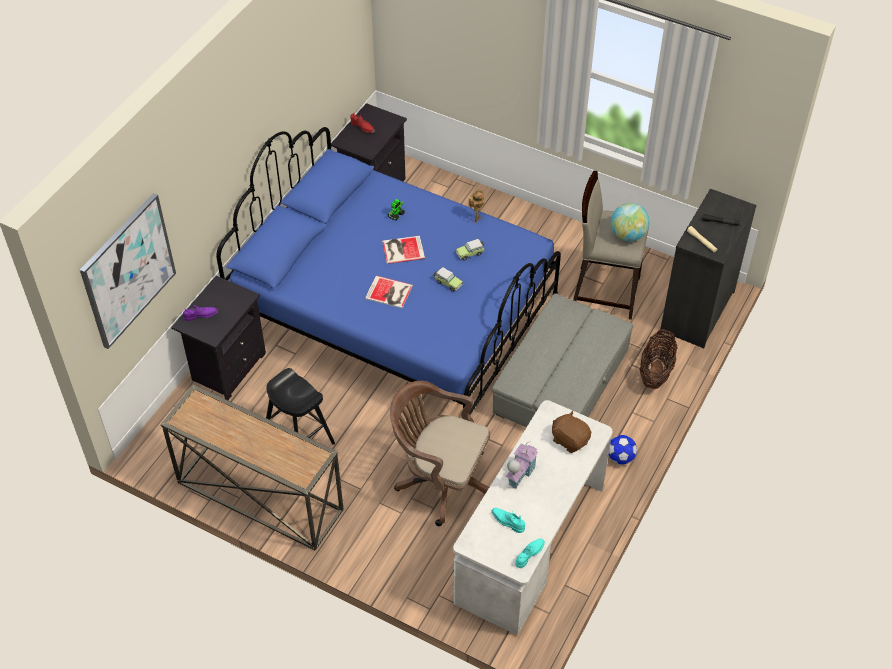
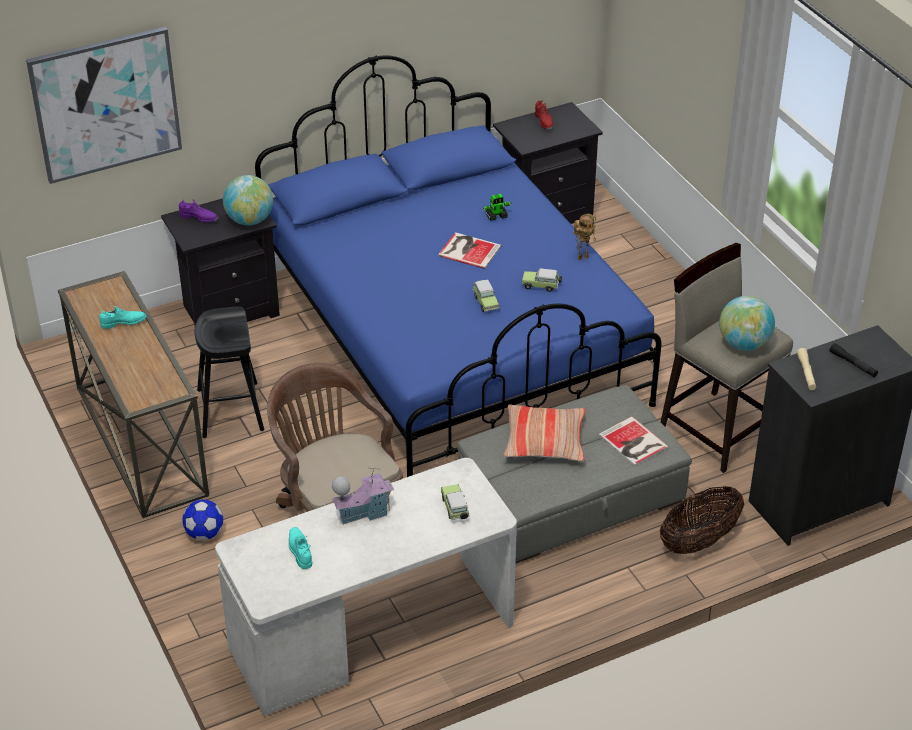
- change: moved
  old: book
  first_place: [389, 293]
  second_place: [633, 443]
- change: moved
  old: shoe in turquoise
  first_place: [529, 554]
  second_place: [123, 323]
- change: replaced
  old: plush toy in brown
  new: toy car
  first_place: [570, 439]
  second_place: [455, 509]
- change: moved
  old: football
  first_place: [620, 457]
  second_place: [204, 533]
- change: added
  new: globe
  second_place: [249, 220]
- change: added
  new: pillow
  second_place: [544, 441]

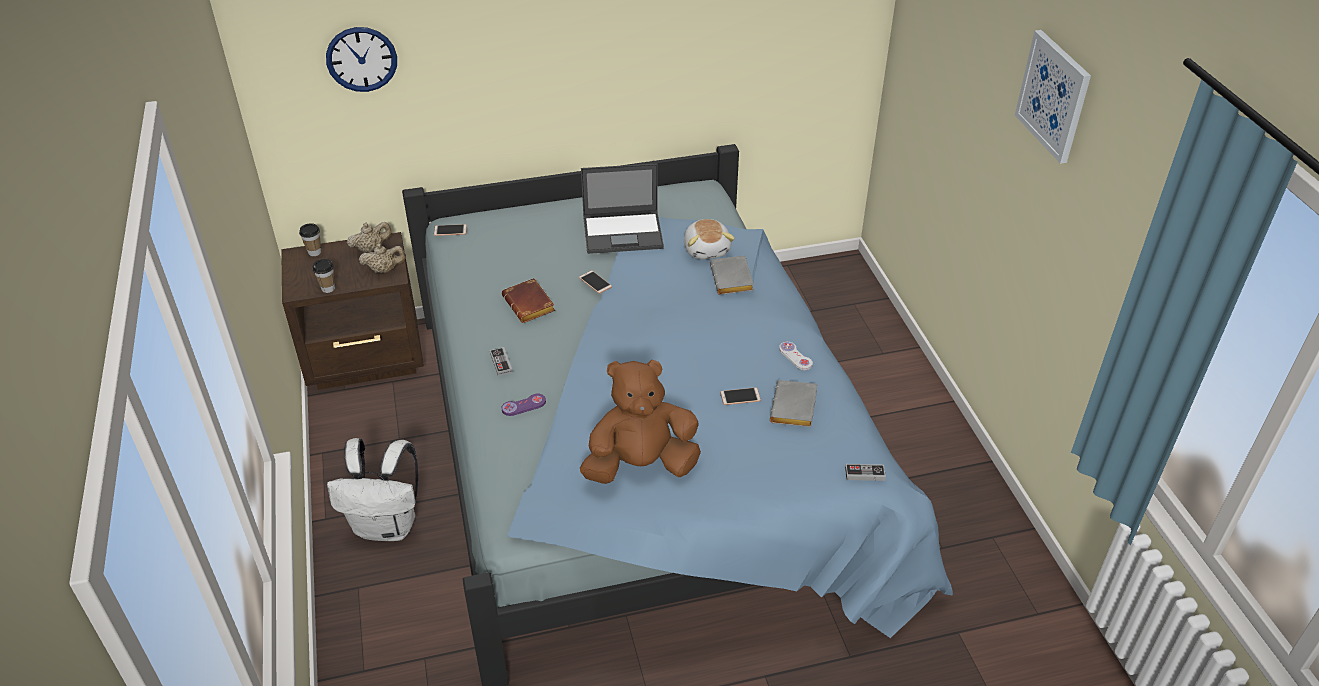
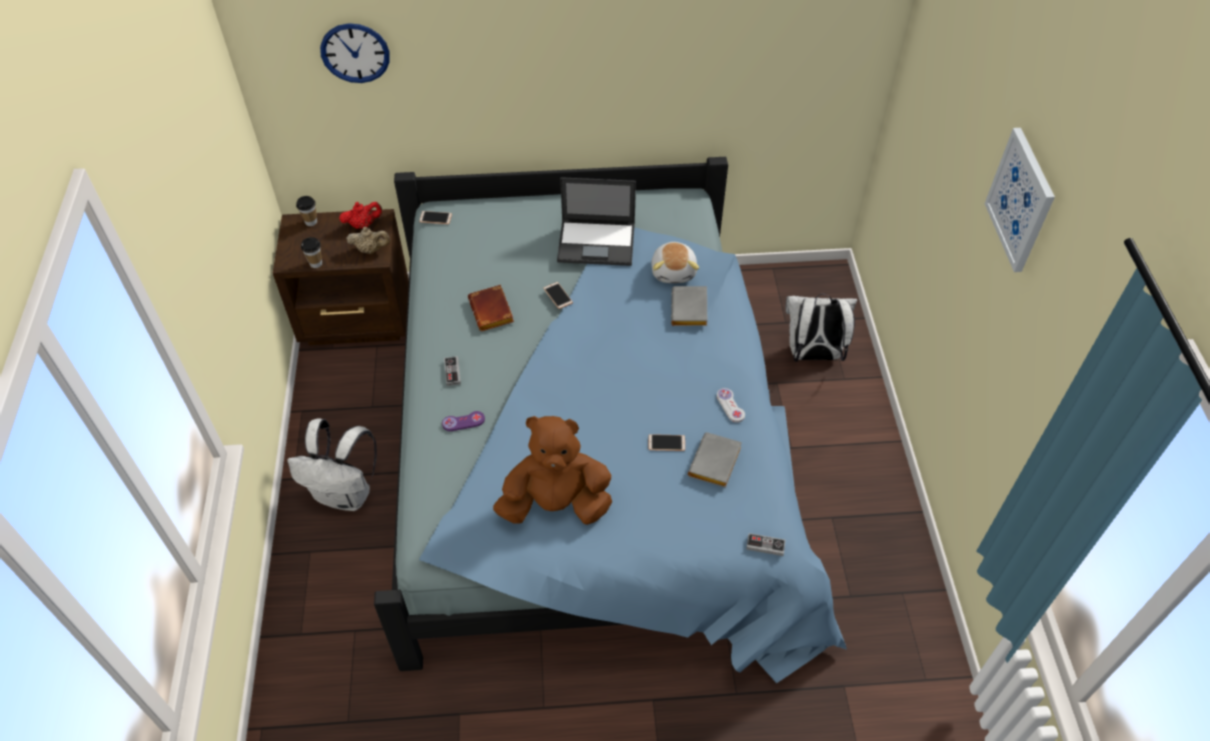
- change: recoloured
  old: teapot in beige
  new: teapot in red
  first_place: [371, 249]
  second_place: [363, 225]
- change: added
  new: backpack in white
  second_place: [812, 355]

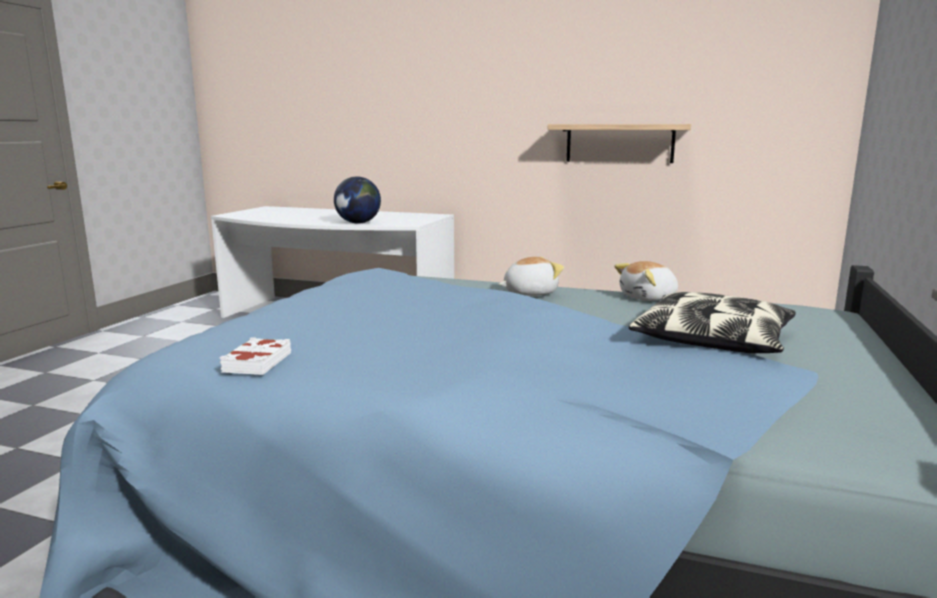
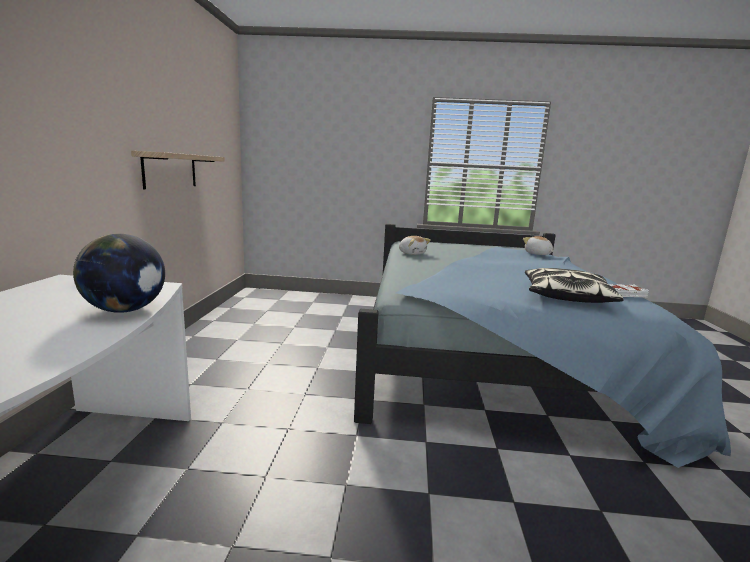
- change: moved
  old: plush toy
  first_place: [529, 293]
  second_place: [537, 254]
- change: moved
  old: pillow
  first_place: [713, 340]
  second_place: [566, 296]

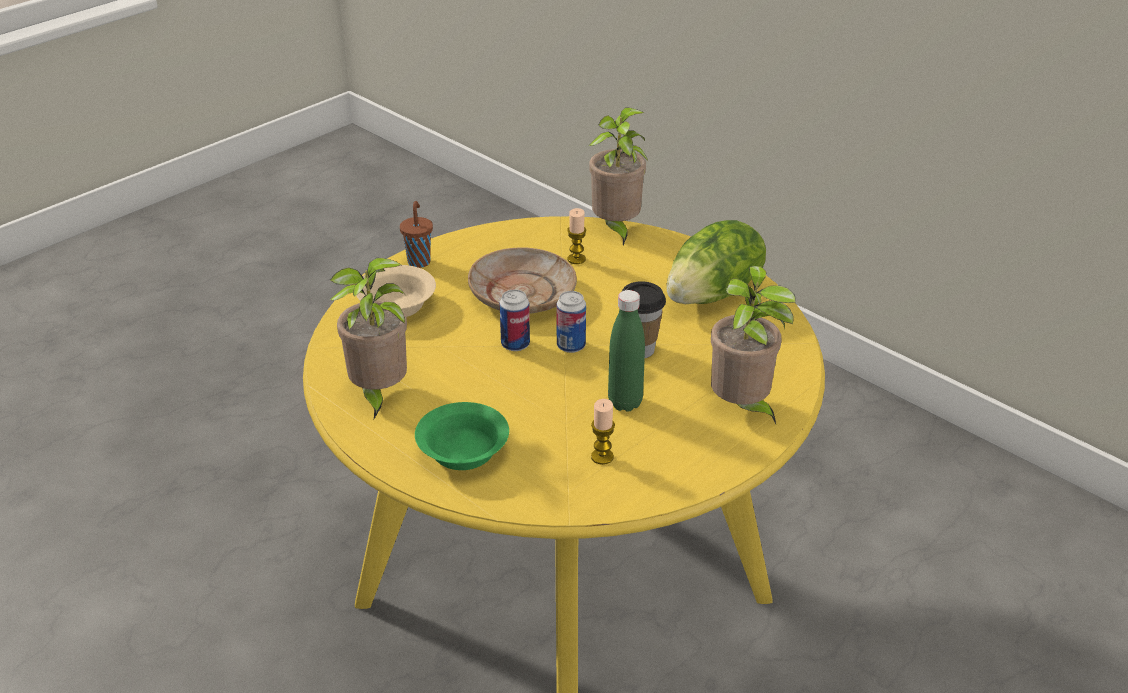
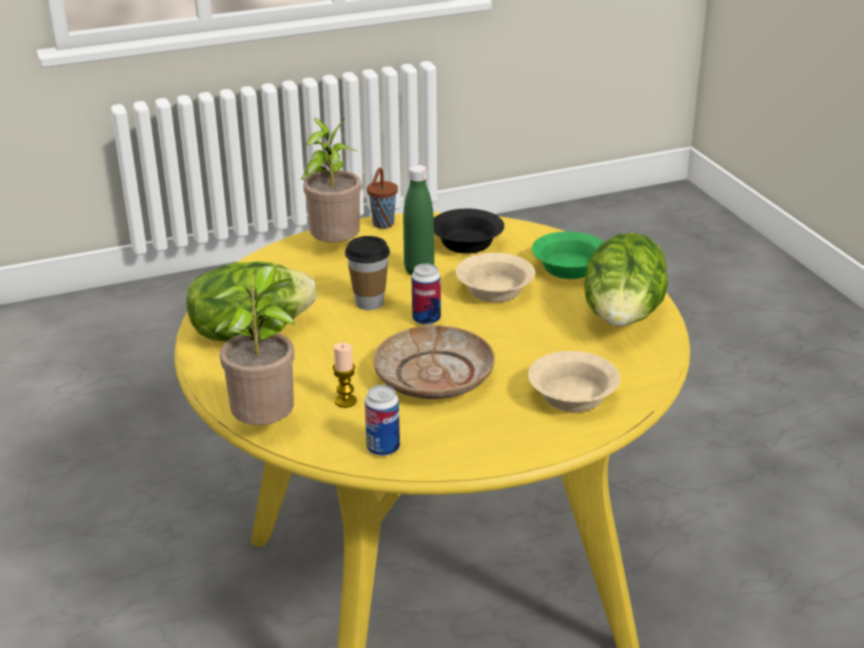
- change: replaced
  old: potted plant
  new: lettuce
  first_place: [378, 395]
  second_place: [622, 321]
- change: moved
  old: cup in brown
  first_place: [419, 261]
  second_place: [382, 225]
- change: moved
  old: can
  first_place: [515, 344]
  second_place: [383, 448]
- change: replaced
  old: candle
  new: bowl in black
  first_place: [602, 457]
  second_place: [466, 244]
- change: added
  new: bowl in beige
  second_place: [495, 292]

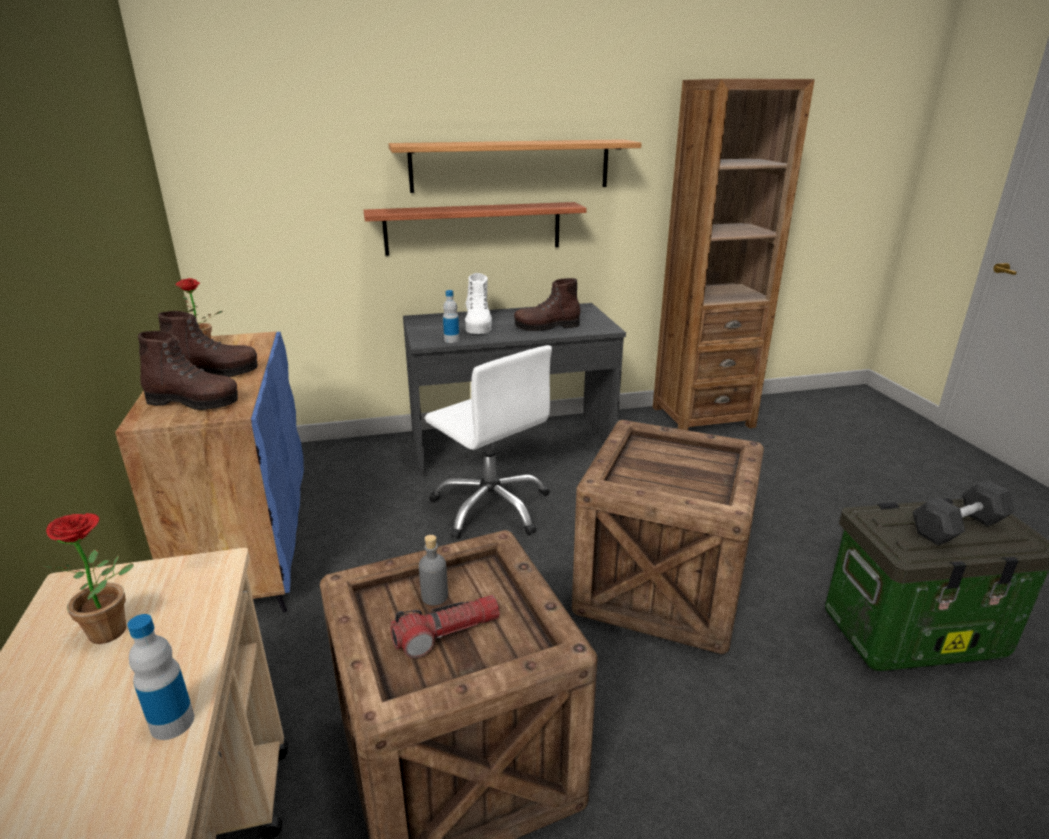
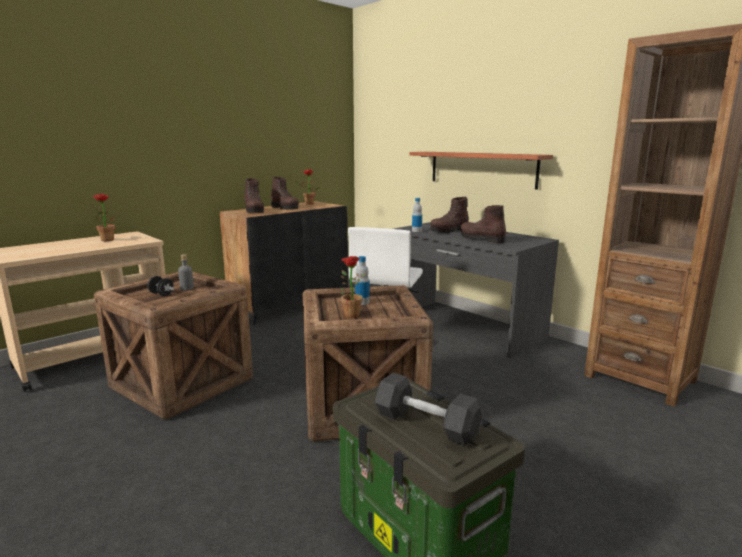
- change: recoloured
  old: cabinet in blue
  new: cabinet in black
  first_place: [250, 547]
  second_place: [290, 305]
- change: moved
  old: bottle
  first_place: [172, 722]
  second_place: [362, 302]
- change: removed
  old: shelf
  first_place: [510, 165]
- change: replaced
  old: flashlight
  new: dumbbell in black
  first_place: [447, 634]
  second_place: [161, 294]
- change: recoloured
  old: boot in white
  new: boot in brown
  first_place: [478, 326]
  second_place: [449, 231]
- change: added
  new: potted plant
  second_place: [349, 314]

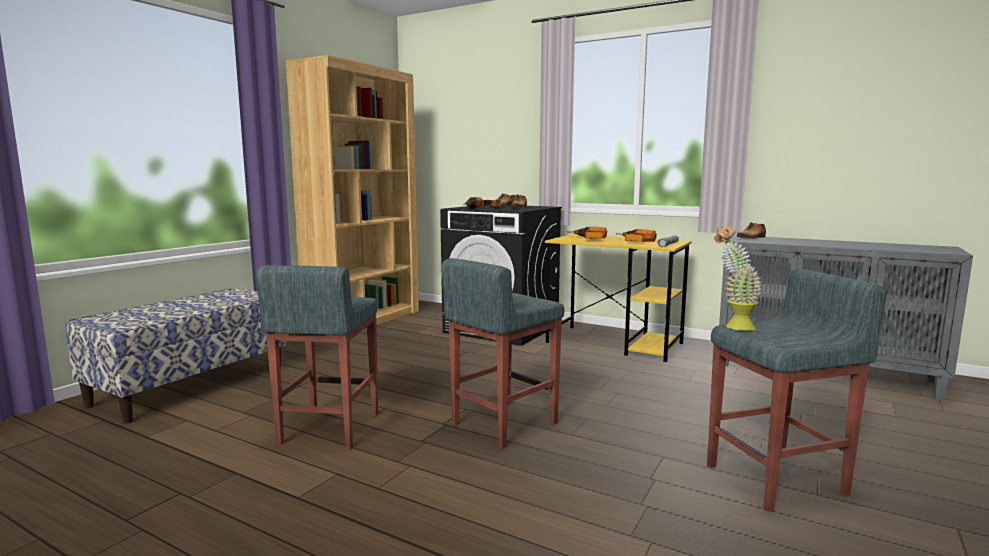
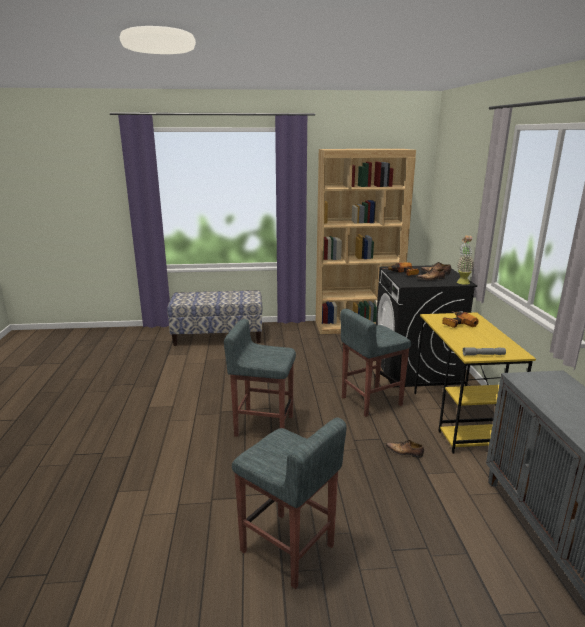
- change: moved
  old: stool in grey
  first_place: [329, 429]
  second_place: [370, 401]
- change: removed
  old: power drill
  first_place: [633, 242]
- change: moved
  old: potted plant
  first_place: [732, 326]
  second_place: [462, 281]
- change: moved
  old: shoe
  first_place: [751, 238]
  second_place: [405, 452]

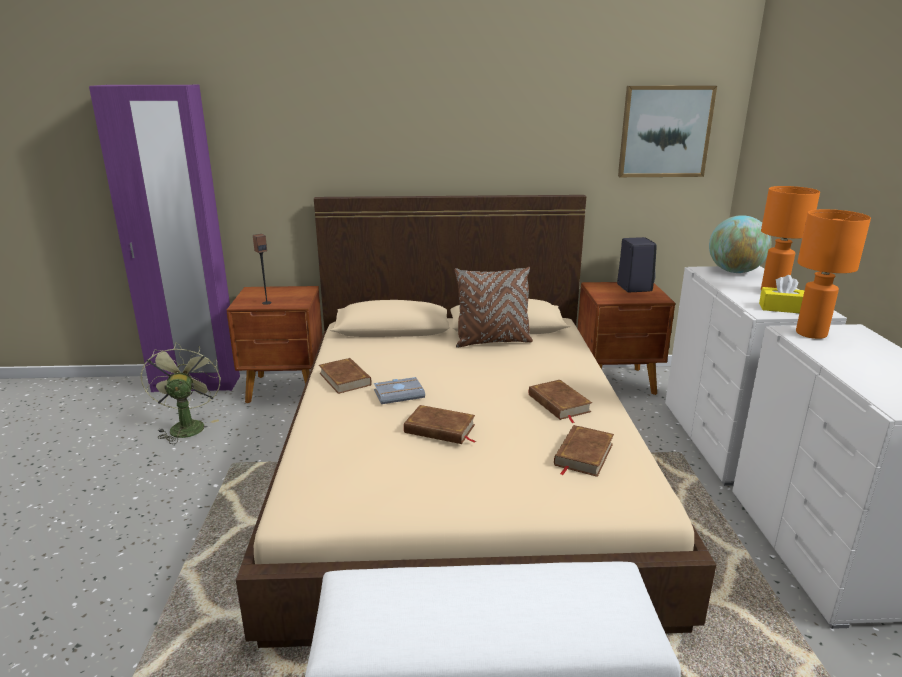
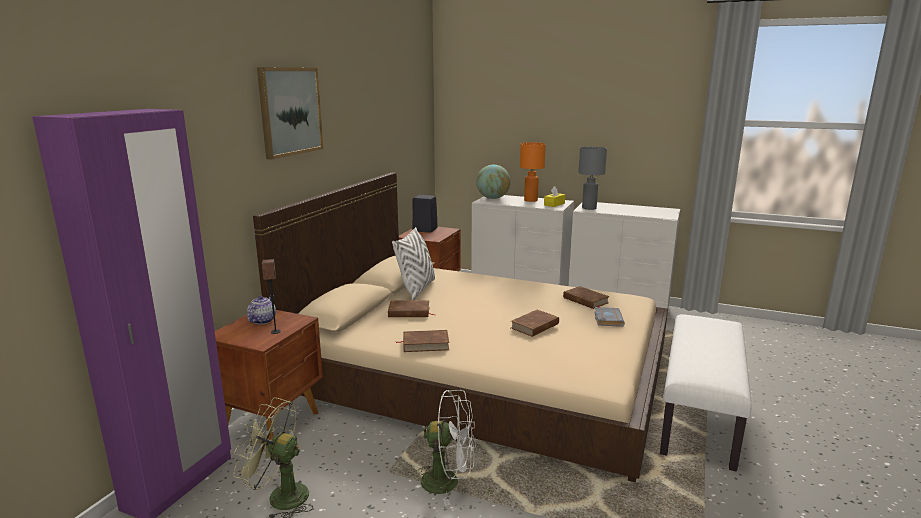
- change: moved
  old: book in grey
  first_place: [399, 393]
  second_place: [607, 319]
- change: recoloured
  old: pillow in brown
  new: pillow in white
  first_place: [492, 341]
  second_place: [416, 289]
- change: moved
  old: book in brown
  first_place: [559, 404]
  second_place: [409, 312]
- change: moved
  old: picture
  first_place: [665, 132]
  second_place: [290, 111]
- change: recoloured
  old: table lamp in orange
  new: table lamp in grey
  first_place: [810, 334]
  second_place: [589, 208]
- change: added
  new: teapot
  second_place: [262, 320]
- change: added
  new: fan in white
  second_place: [448, 482]

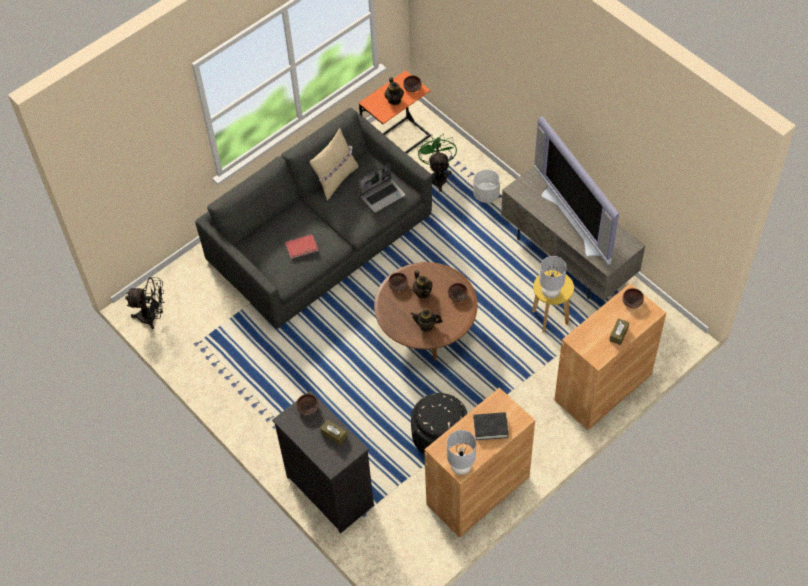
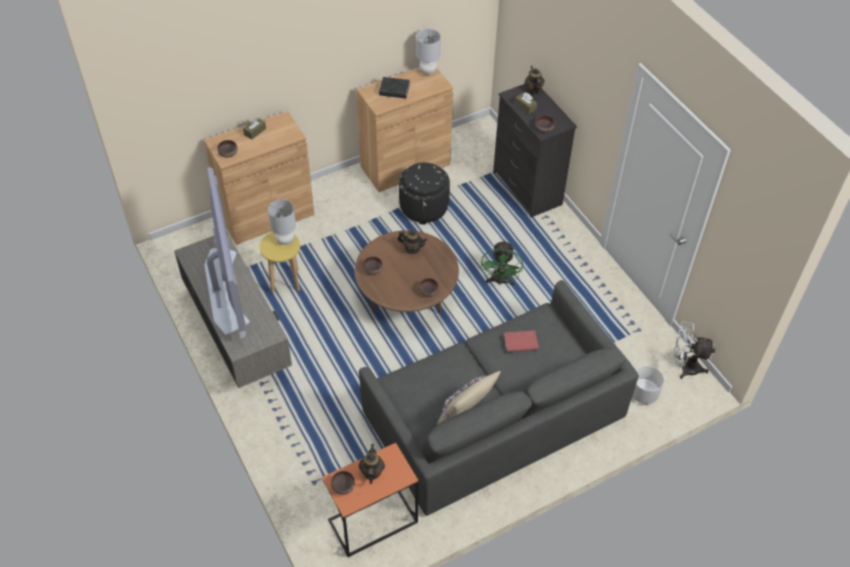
- change: recoloured
  old: fan in black
  new: fan in white
  first_place: [152, 317]
  second_place: [684, 367]
- change: removed
  old: laptop
  first_place: [382, 195]
- change: moved
  old: teapot
  first_place: [422, 292]
  second_place: [533, 90]
- change: moved
  old: fan in green
  first_place: [438, 176]
  second_place: [500, 281]
- change: moved
  old: planter in white
  first_place: [486, 194]
  second_place: [643, 394]

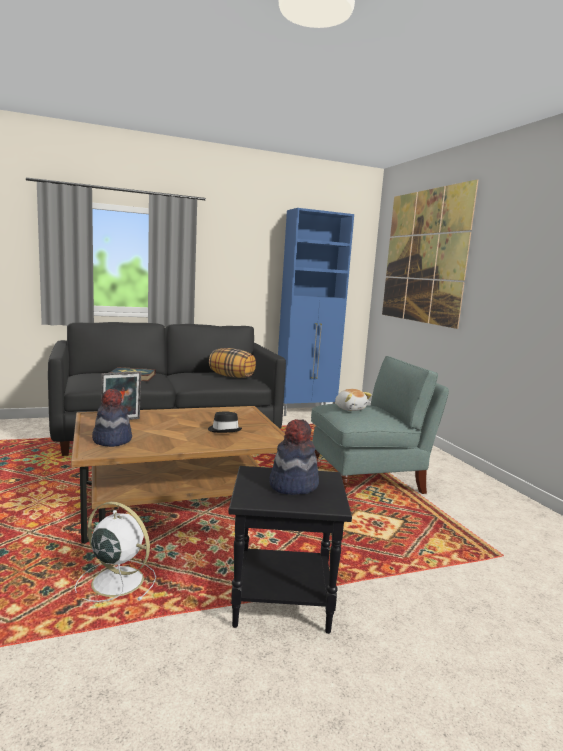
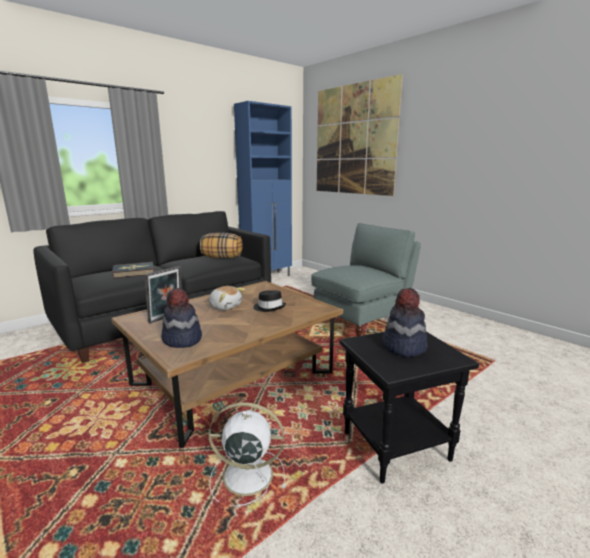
- change: moved
  old: plush toy
  first_place: [350, 409]
  second_place: [225, 306]

